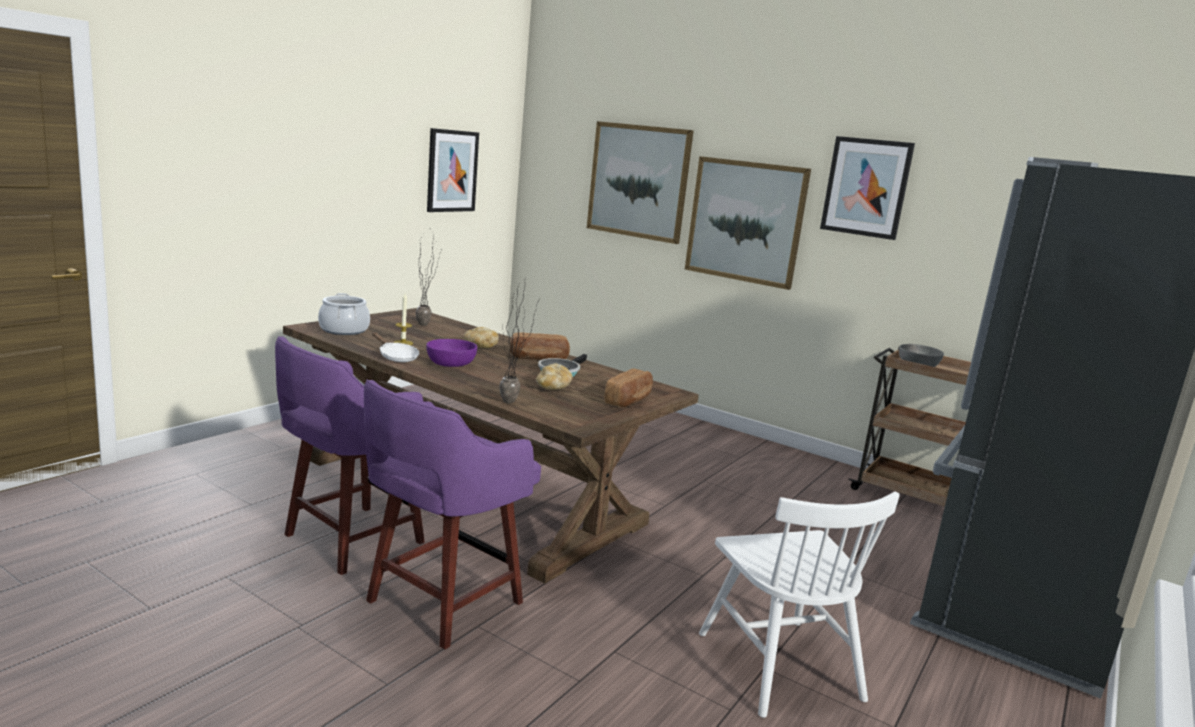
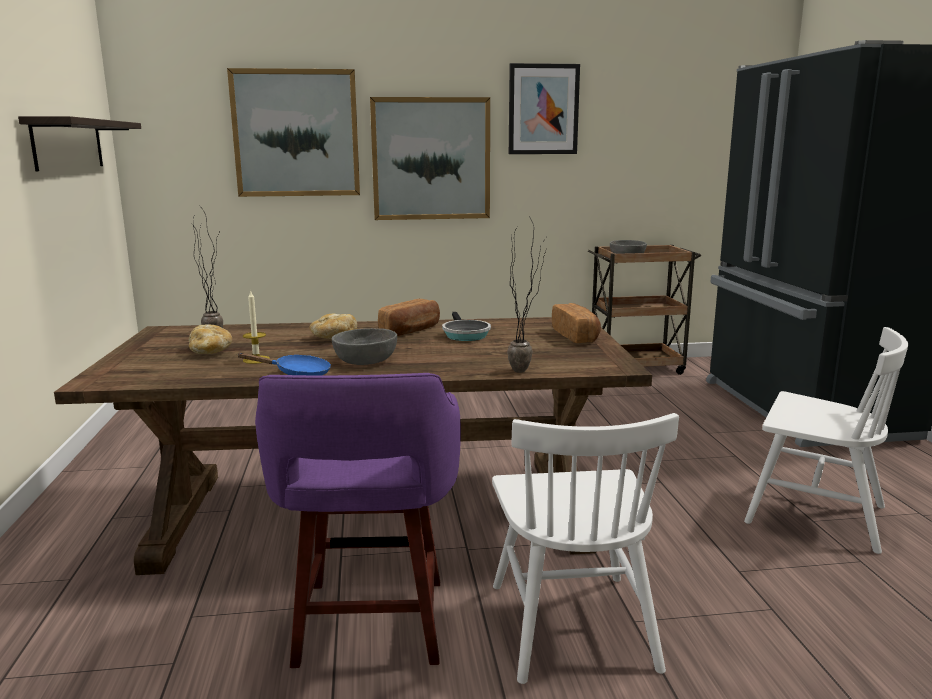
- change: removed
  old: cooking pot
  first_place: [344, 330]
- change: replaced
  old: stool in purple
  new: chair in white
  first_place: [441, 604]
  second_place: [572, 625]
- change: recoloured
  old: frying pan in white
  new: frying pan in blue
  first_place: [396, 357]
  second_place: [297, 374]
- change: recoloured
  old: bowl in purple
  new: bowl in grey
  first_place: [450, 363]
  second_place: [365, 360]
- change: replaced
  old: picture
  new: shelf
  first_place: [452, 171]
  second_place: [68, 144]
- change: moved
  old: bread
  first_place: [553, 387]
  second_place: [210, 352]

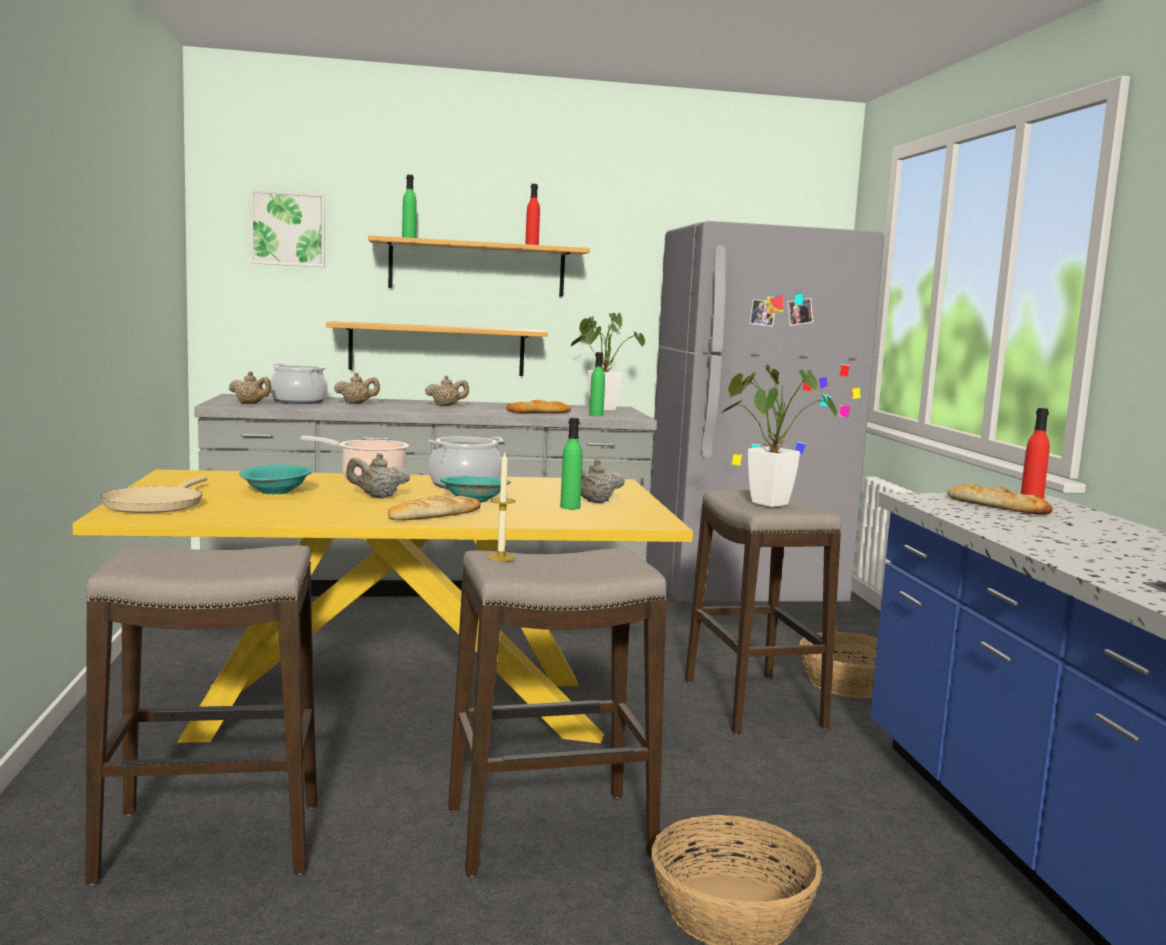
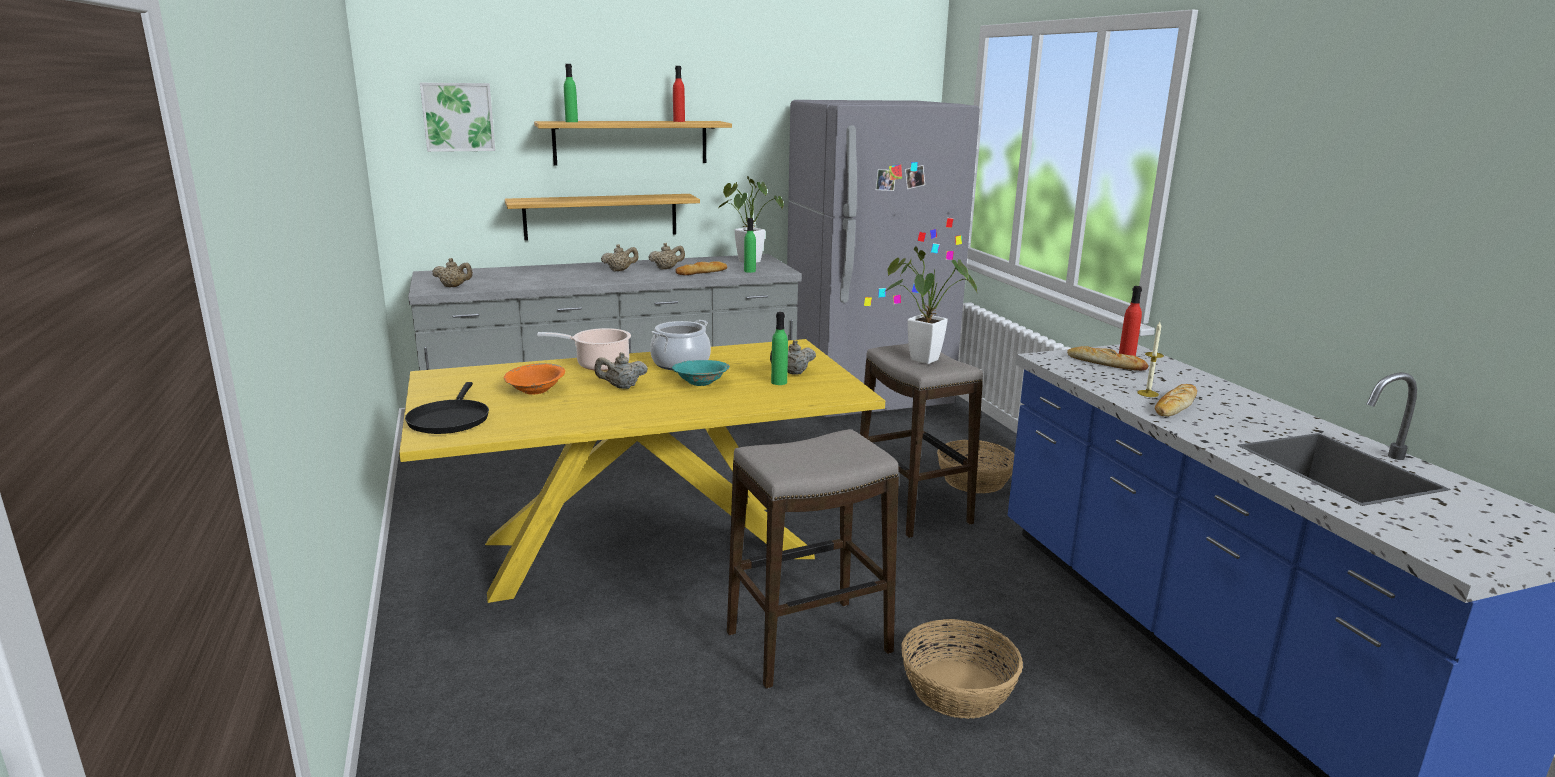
- change: removed
  old: stool
  first_place: [211, 842]
- change: recoloured
  old: frying pan in beige
  new: frying pan in black
  first_place: [156, 504]
  second_place: [450, 419]
- change: recoloured
  old: bowl in turquoise
  new: bowl in orange
  first_place: [276, 492]
  second_place: [535, 390]
- change: removed
  old: cooking pot
  first_place: [298, 401]
- change: moved
  old: teapot in beige
  first_place: [356, 404]
  second_place: [667, 268]
- change: moved
  old: bread
  first_place: [434, 515]
  second_place: [1175, 405]
- change: moved
  old: candle
  first_place: [501, 557]
  second_place: [1148, 393]

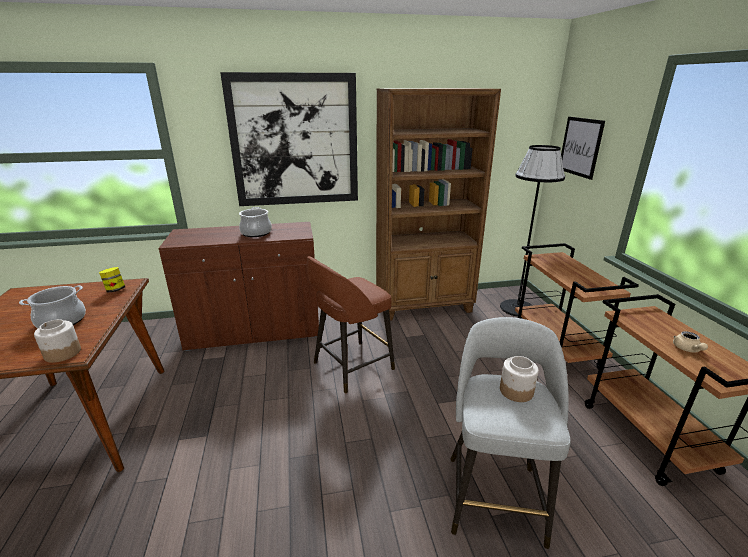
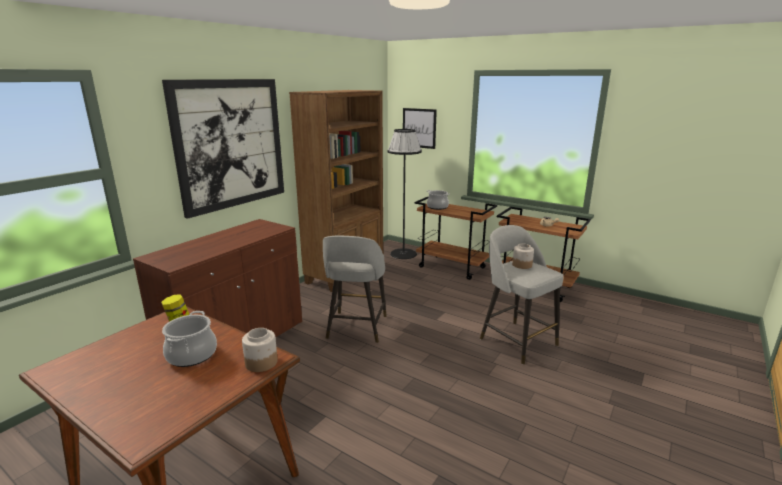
- change: moved
  old: cooking pot
  first_place: [256, 233]
  second_place: [437, 207]
- change: recoloured
  old: stool in brown
  new: stool in grey
  first_place: [351, 367]
  second_place: [356, 328]

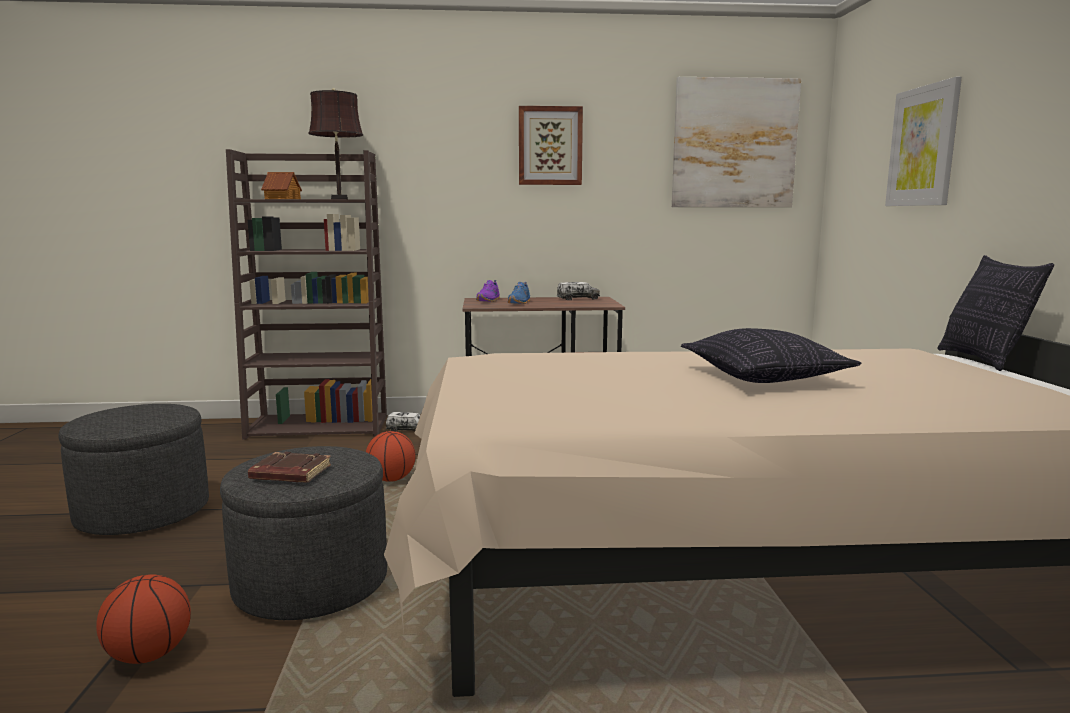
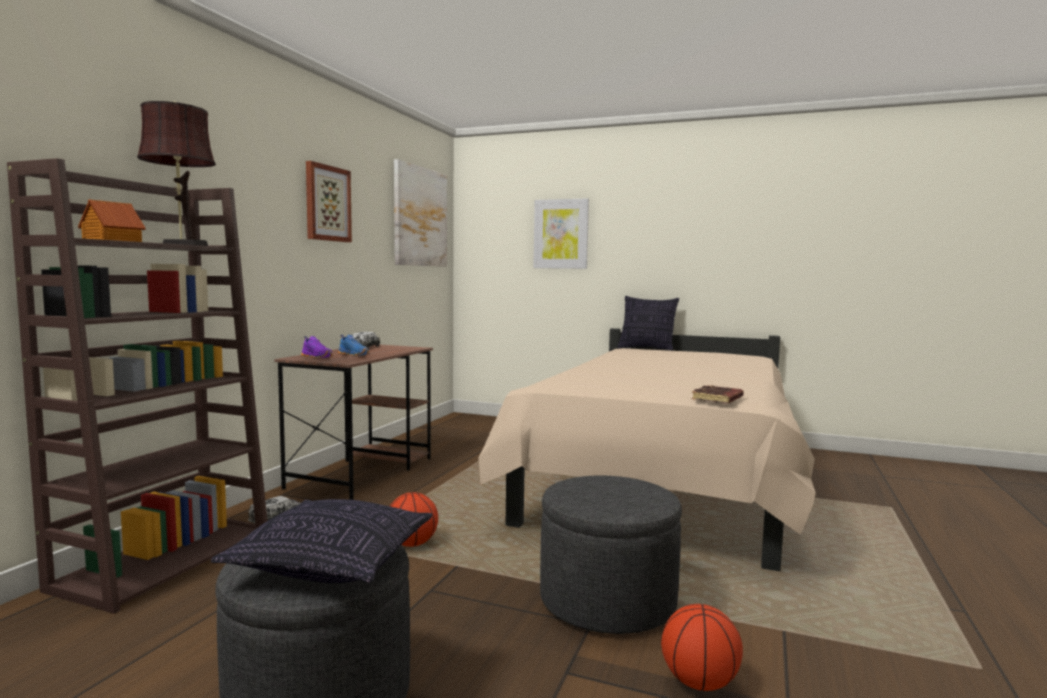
- change: moved
  old: book in brown
  first_place: [289, 474]
  second_place: [718, 399]
- change: moved
  old: pillow
  first_place: [764, 377]
  second_place: [333, 563]

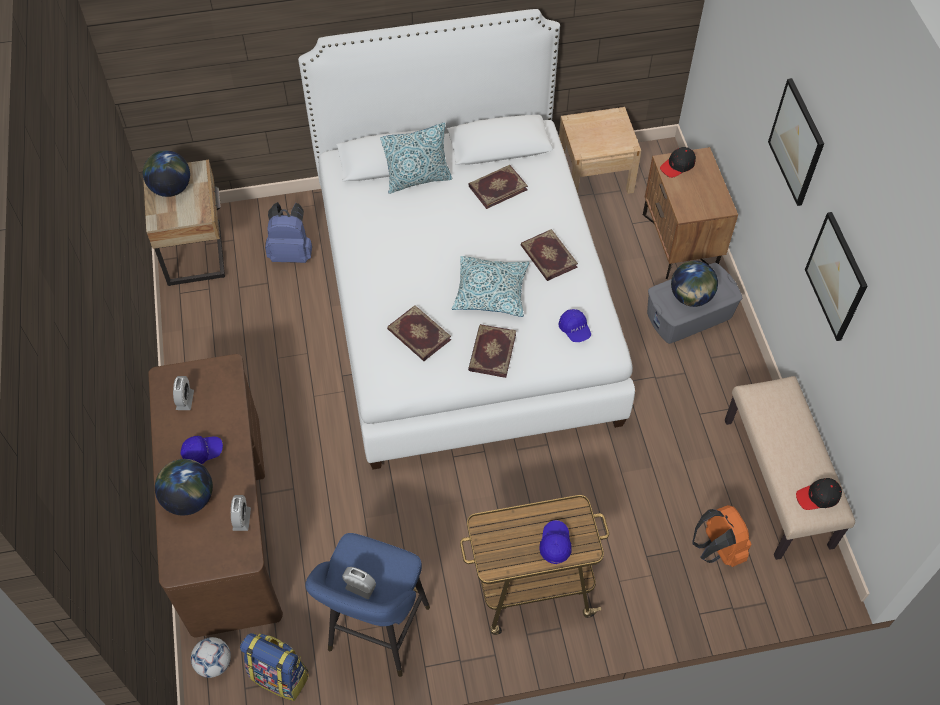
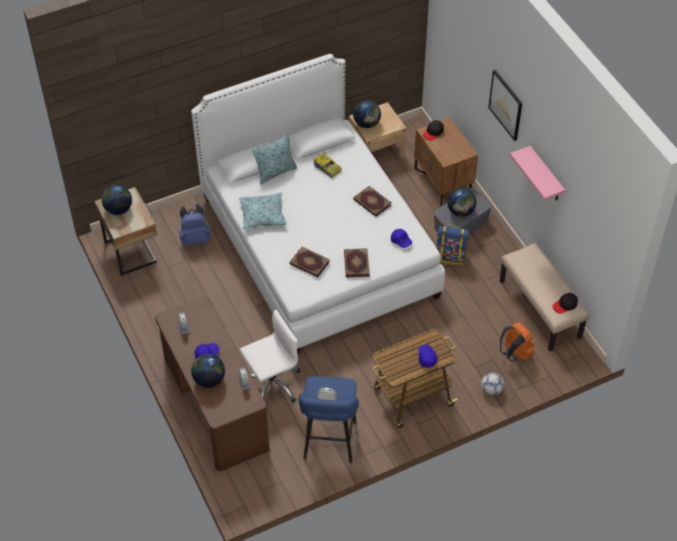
- change: moved
  old: football
  first_place: [214, 663]
  second_place: [491, 390]
- change: moved
  old: backpack
  first_place: [280, 676]
  second_place: [451, 257]
- change: moved
  old: pillow
  first_place: [491, 292]
  second_place: [263, 215]
- change: replaced
  old: book
  new: toy car
  first_place: [497, 187]
  second_place: [327, 167]
- change: replaced
  old: picture
  new: shelf in pink
  first_place: [836, 276]
  second_place: [546, 175]
- change: added
  new: office chair in white
  second_place: [271, 383]
- change: added
  new: globe
  second_place: [367, 124]

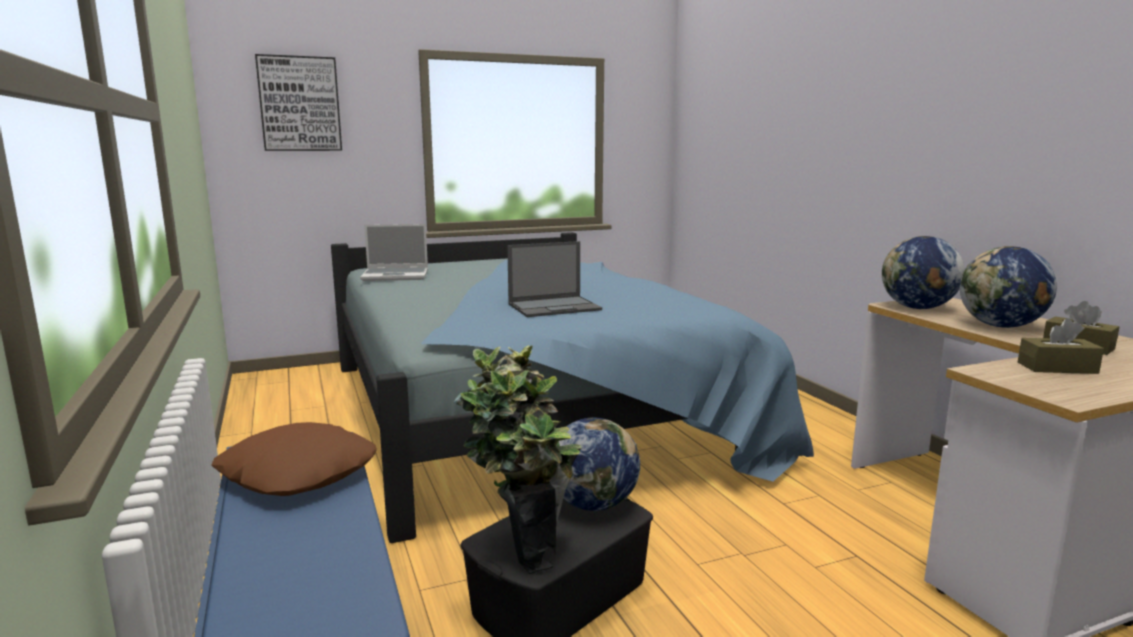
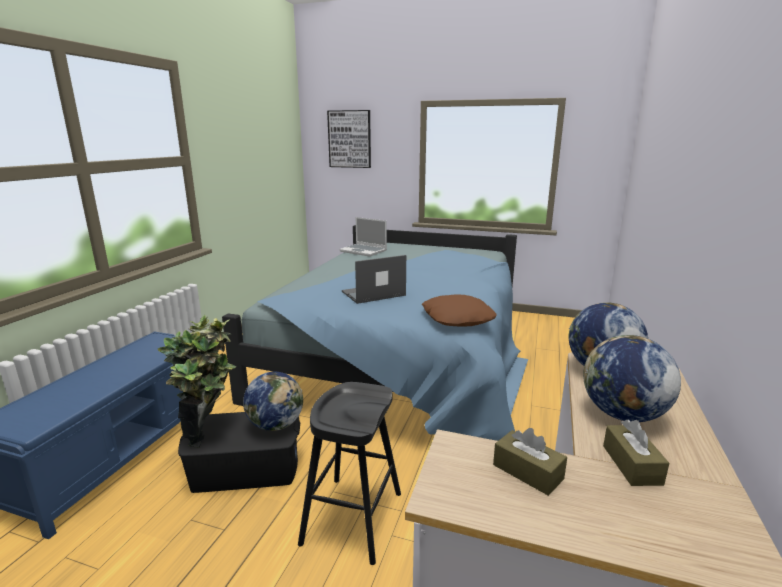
- change: moved
  old: pillow in brown
  first_place: [297, 473]
  second_place: [457, 318]
- change: turned
  old: laptop
  first_place: [555, 307]
  second_place: [373, 294]
  degrees: 135
- change: added
  new: stool in black
  second_place: [352, 518]

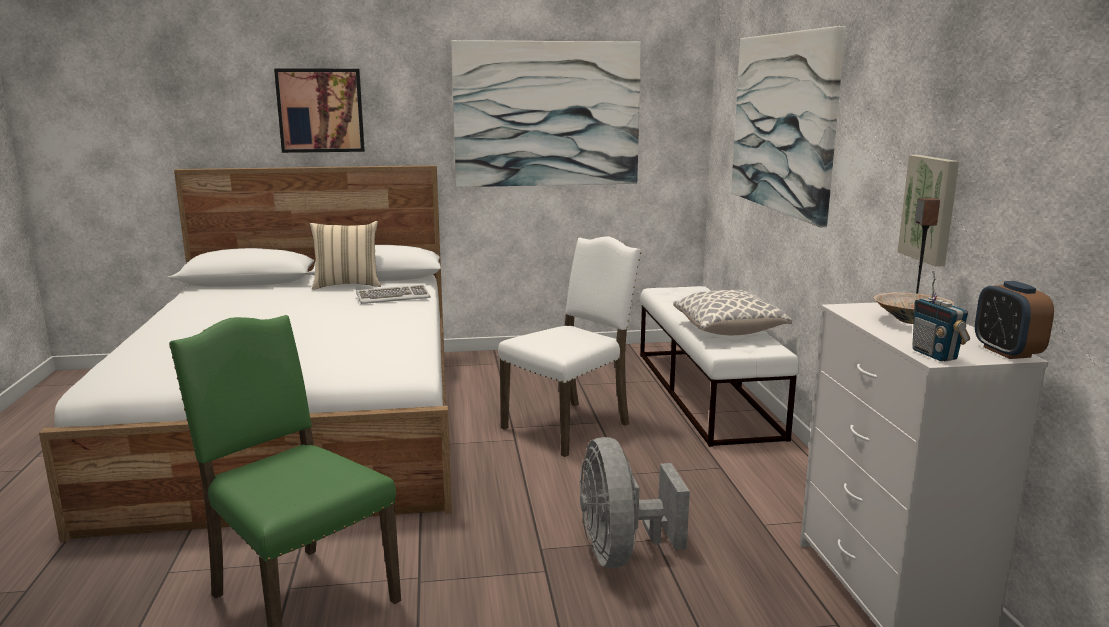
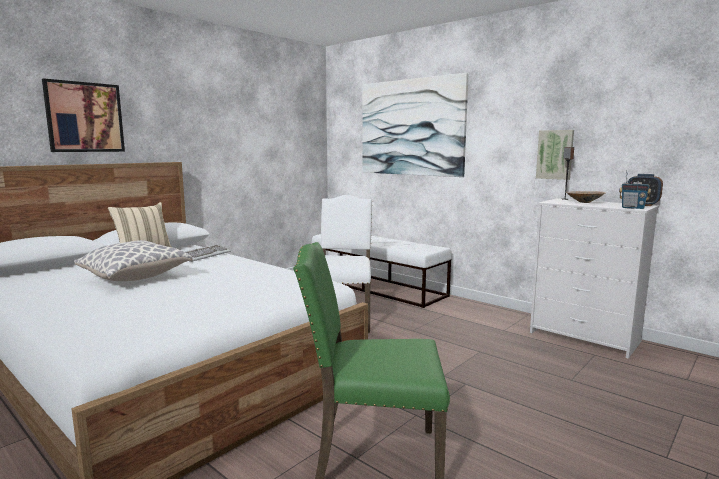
- change: removed
  old: picture
  first_place: [547, 114]
- change: removed
  old: fan in grey
  first_place: [621, 553]
- change: moved
  old: pillow
  first_place: [728, 331]
  second_place: [135, 277]

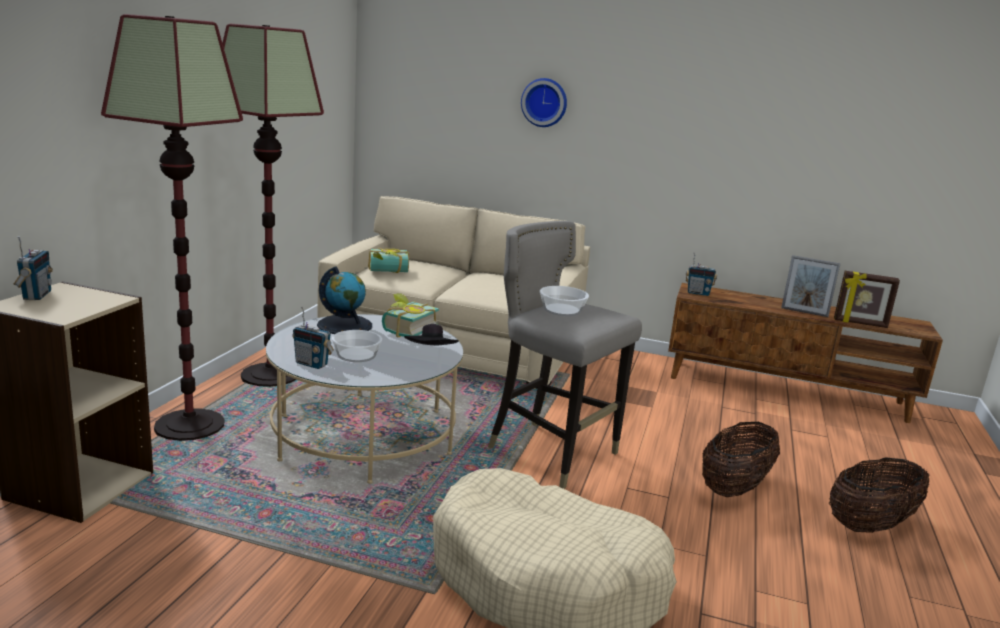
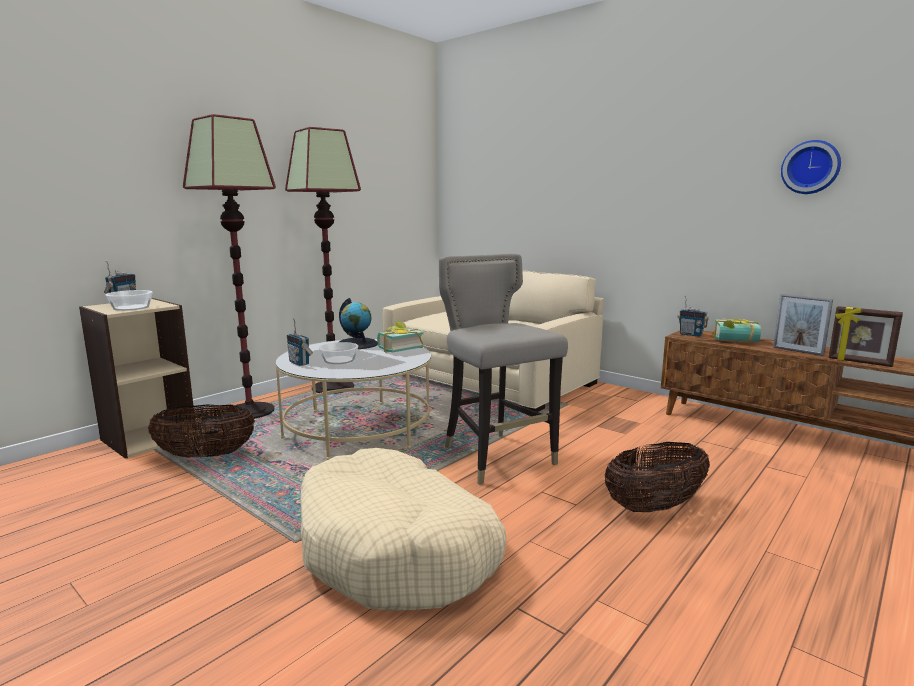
- change: moved
  old: book
  first_place: [388, 272]
  second_place: [736, 341]
- change: removed
  old: hat in black
  first_place: [431, 353]
- change: moved
  old: wall clock
  first_place: [544, 102]
  second_place: [811, 167]
- change: moved
  old: bowl
  first_place: [562, 310]
  second_place: [131, 307]
- change: moved
  old: basket
  first_place: [870, 525]
  second_place: [206, 455]

